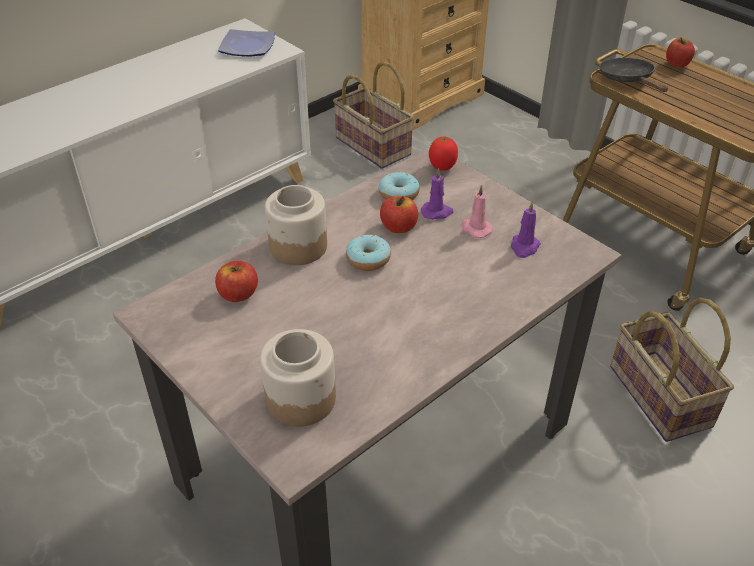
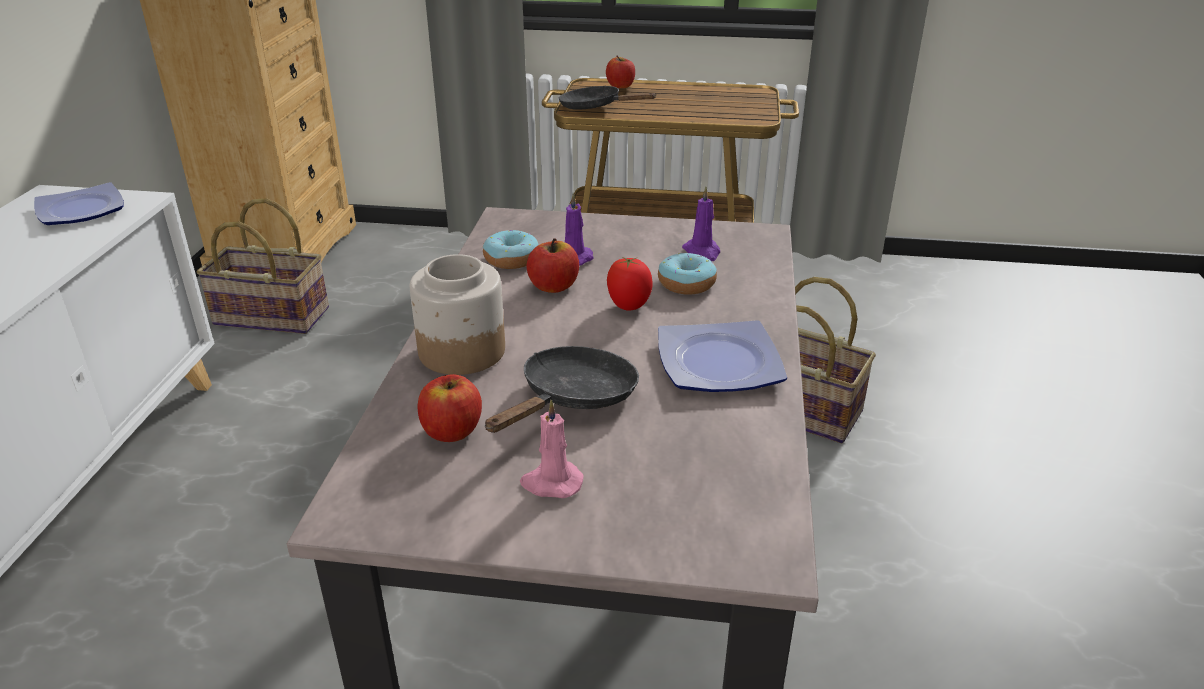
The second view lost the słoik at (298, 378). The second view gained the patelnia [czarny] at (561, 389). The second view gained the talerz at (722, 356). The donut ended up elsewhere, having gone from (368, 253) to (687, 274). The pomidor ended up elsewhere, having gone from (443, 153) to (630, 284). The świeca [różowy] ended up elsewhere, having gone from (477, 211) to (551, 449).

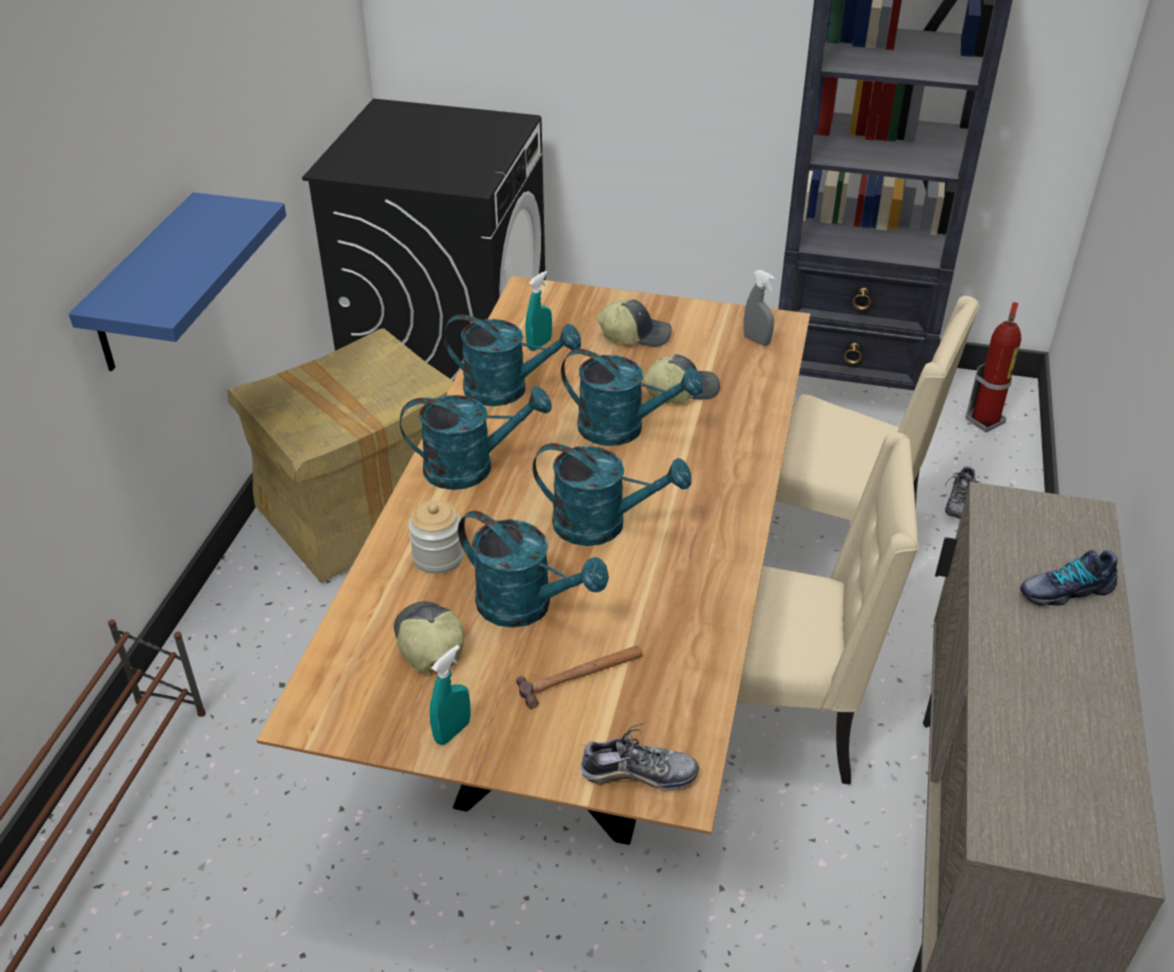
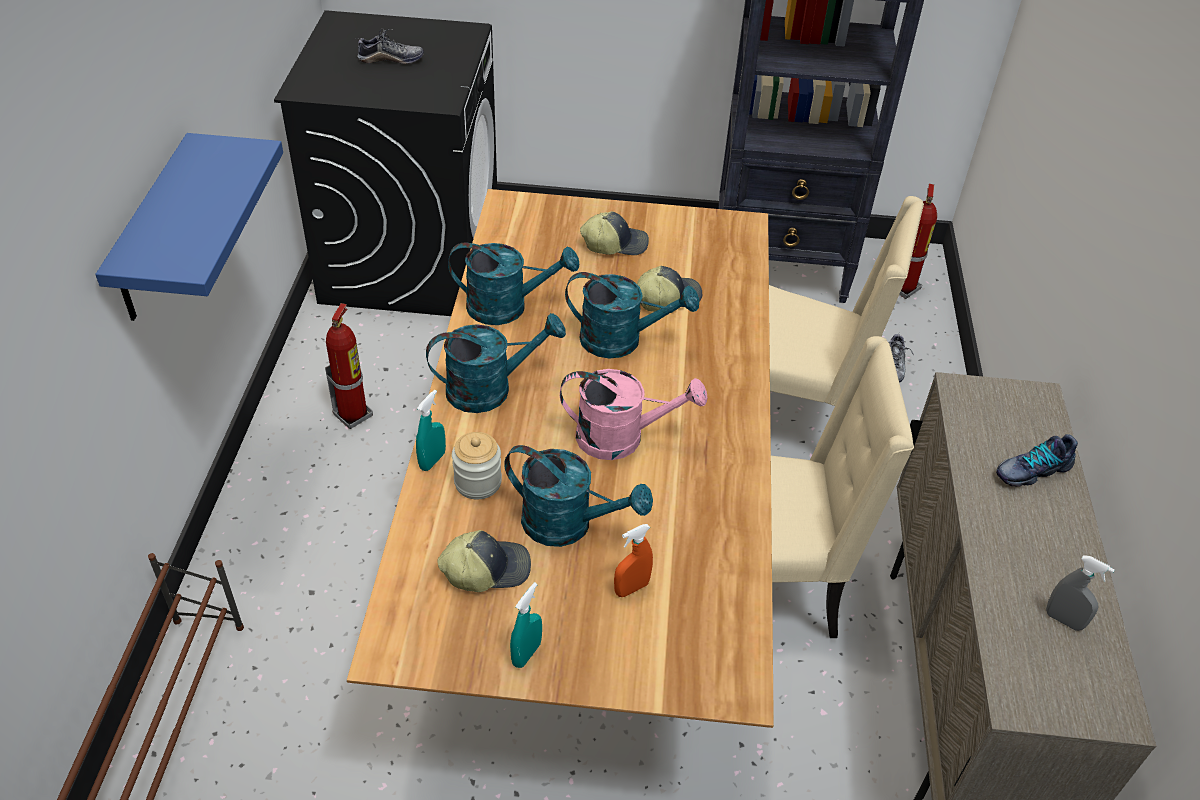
The spryskiwacz [turkusowy] ended up elsewhere, having gone from (538, 311) to (431, 430). The but ended up elsewhere, having gone from (639, 756) to (391, 46). The spryskiwacz [szary] ended up elsewhere, having gone from (759, 308) to (1080, 593). Where the karton stood at (340, 456), the gaśnica came to stand at (349, 366). Where the młotek stood at (579, 677), the spryskiwacz [pomarańczowy] came to stand at (633, 560). What was the konewka [turkusowy] at (612, 494) turned into the konewka [różowy] at (633, 414). The czapka z daszkiem at (429, 637) ended up facing another way, 105 degrees clockwise from before.

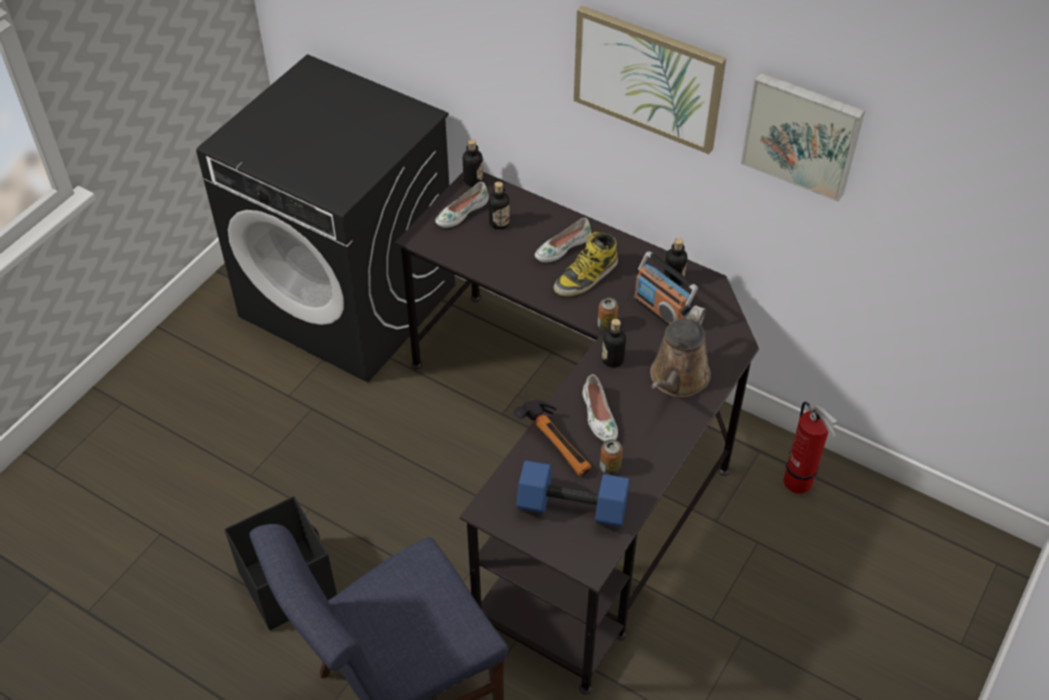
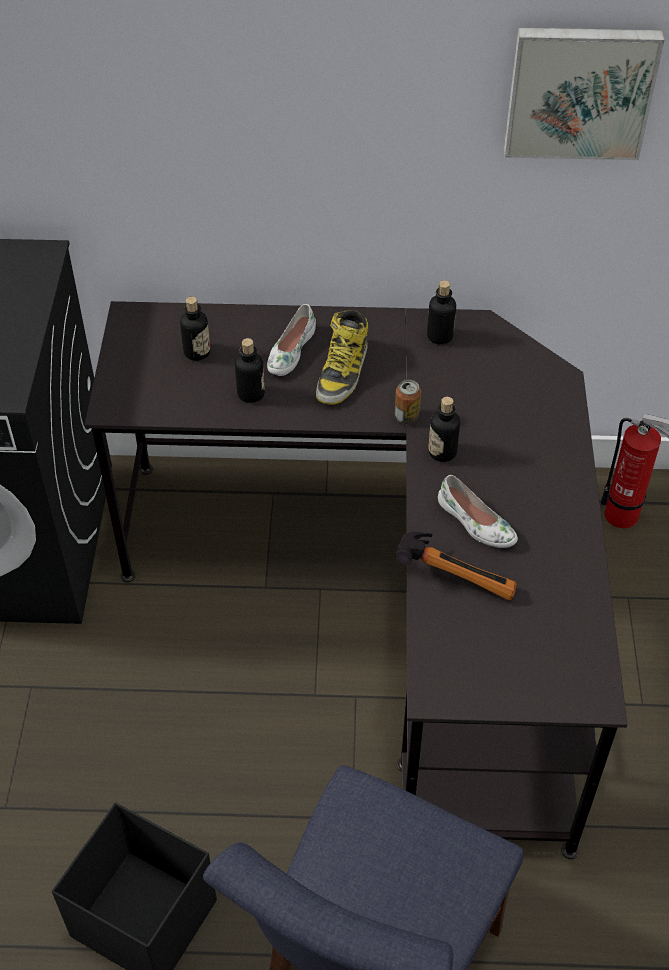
The second view lost the but [biały] at (462, 205). The second view lost the hantel [niebieski] at (573, 493). The second view lost the obraz at (650, 79). The second view lost the puszka at (611, 457). The second view lost the radio at (666, 288). The second view lost the konewka [brązowy] at (680, 351). The butelka ended up elsewhere, having gone from (473, 163) to (250, 370).

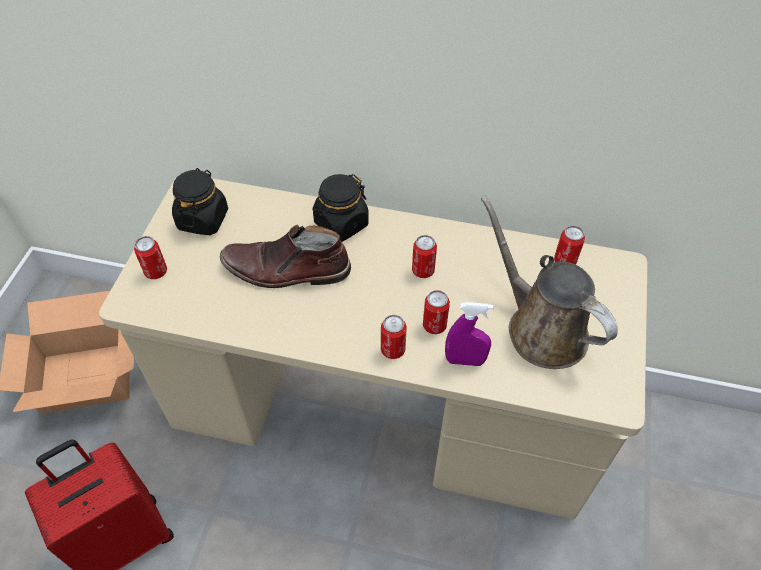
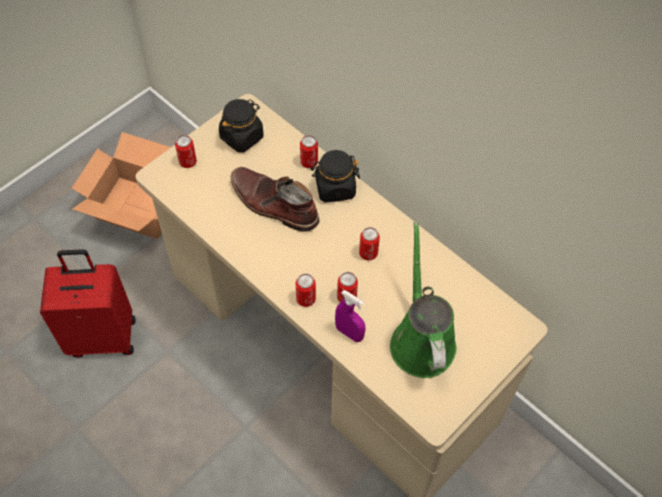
The puszka ended up elsewhere, having gone from (569, 245) to (309, 151). What was the konewka [brązowy] at (549, 282) turned into the konewka [zielony] at (423, 300).

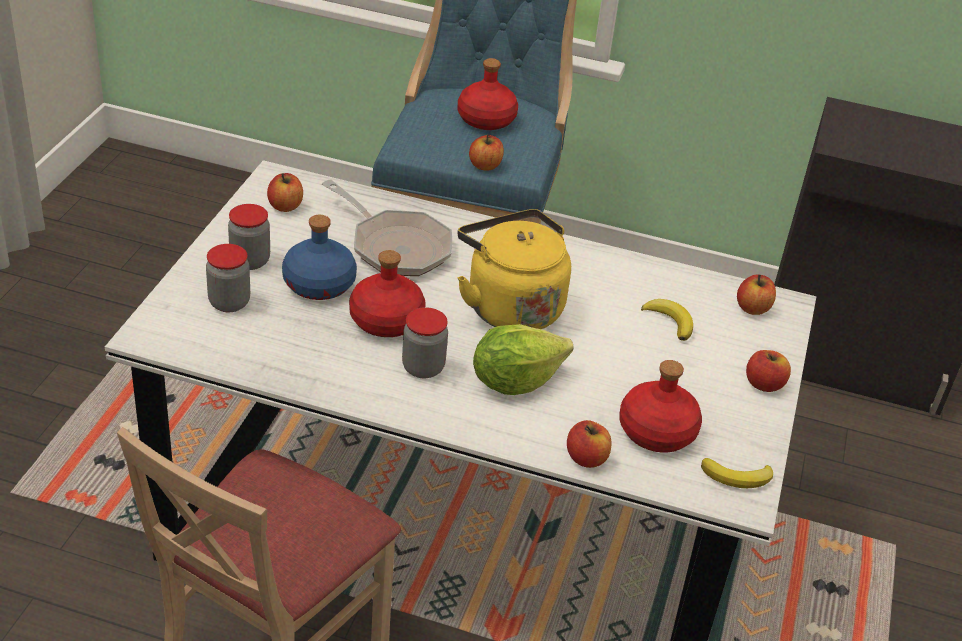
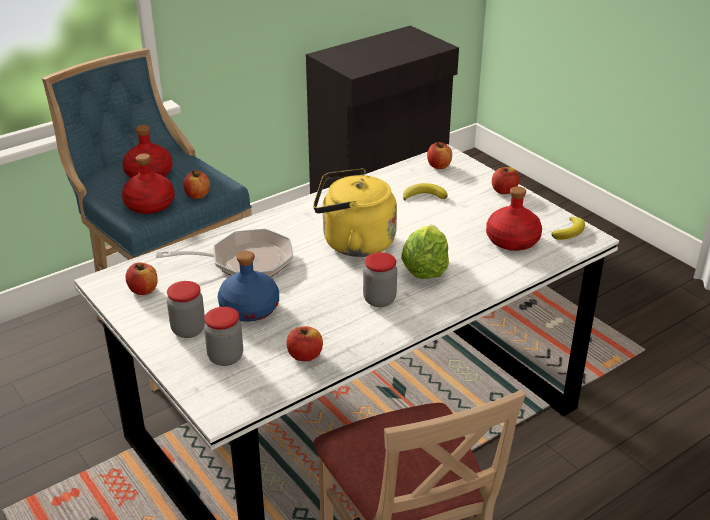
The butelka [czerwony] ended up elsewhere, having gone from (387, 293) to (148, 184). The jabłko ended up elsewhere, having gone from (589, 444) to (304, 343).

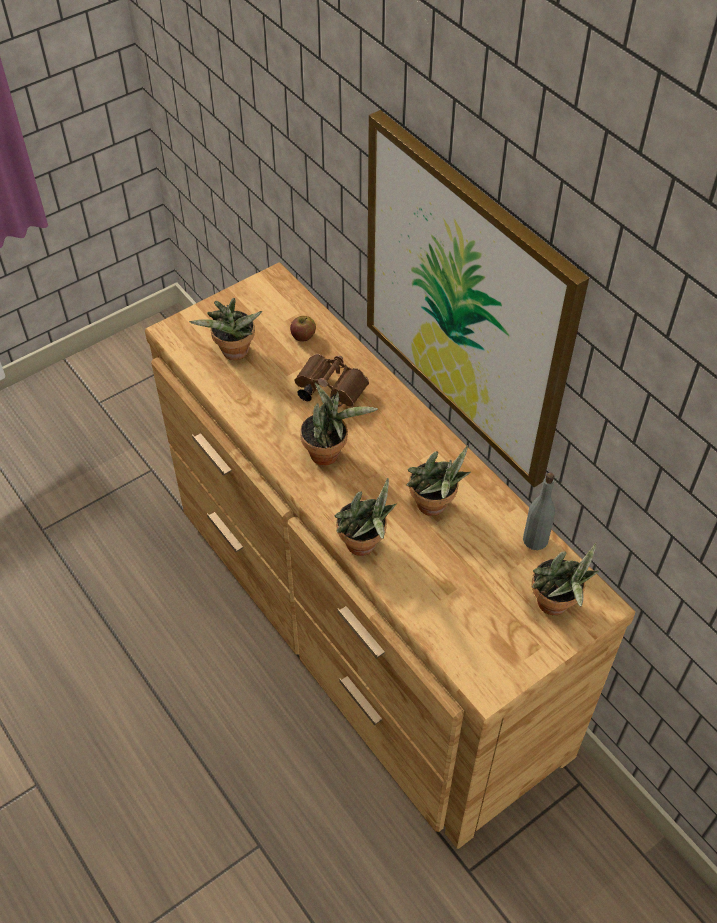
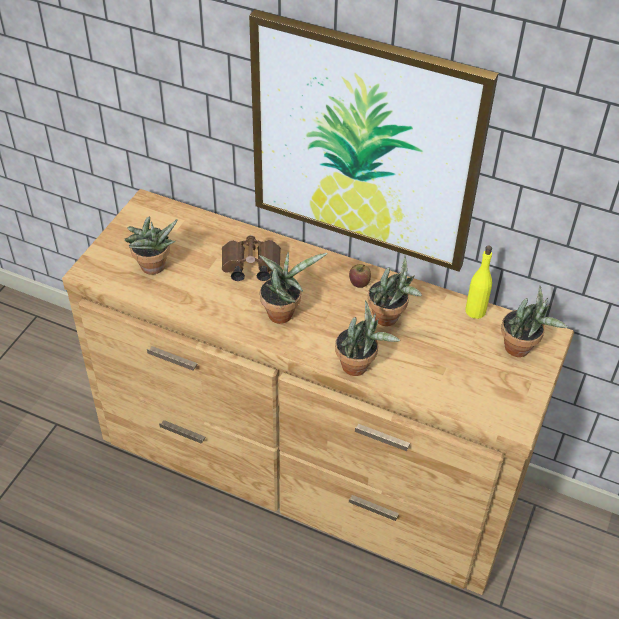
The jabłko ended up elsewhere, having gone from (303, 329) to (360, 276). What was the butelka [szary] at (539, 511) turned into the butelka [żółty] at (478, 282).

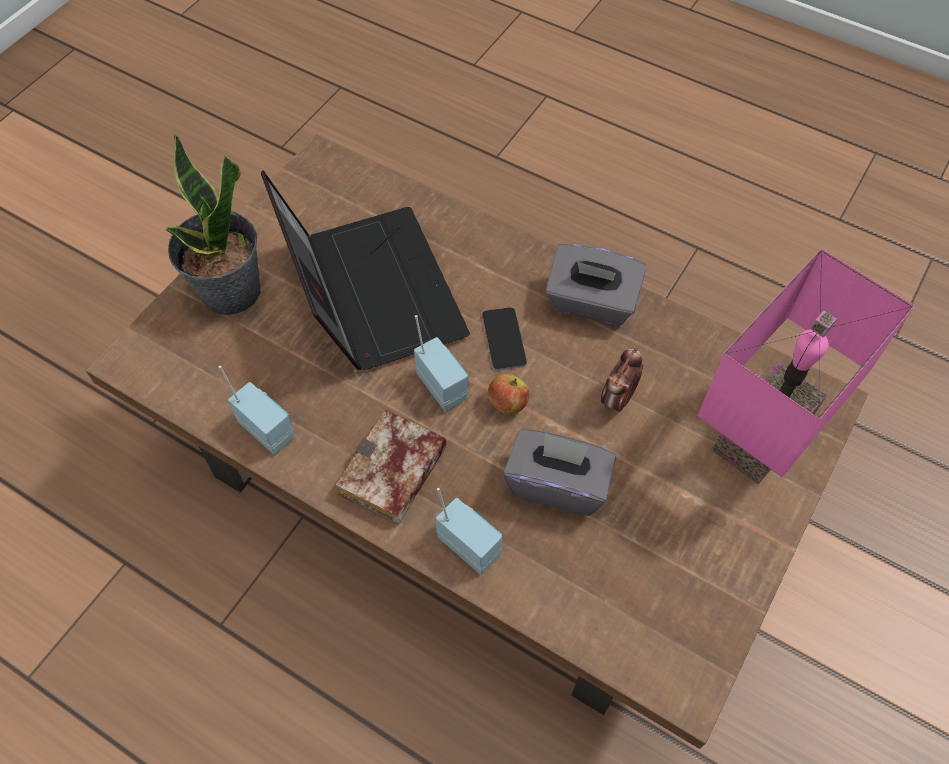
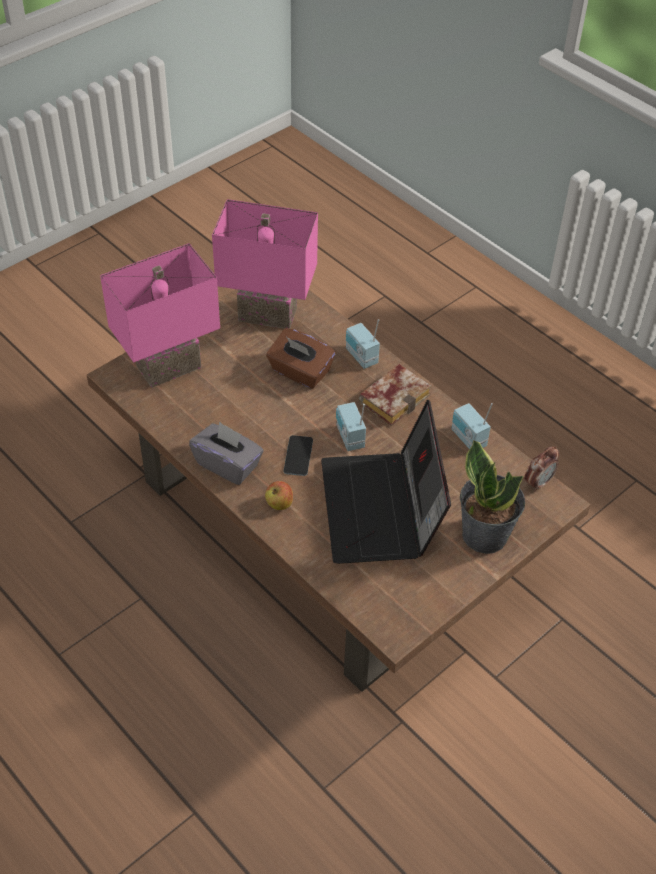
The second view gained the lampa stołowa [różowy] at (265, 264). The jabłko ended up elsewhere, having gone from (508, 394) to (279, 495). The budzik ended up elsewhere, having gone from (622, 380) to (541, 469). What was the pudełko chusteczek [szary] at (559, 472) turned into the pudełko chusteczek [brązowy] at (300, 358).

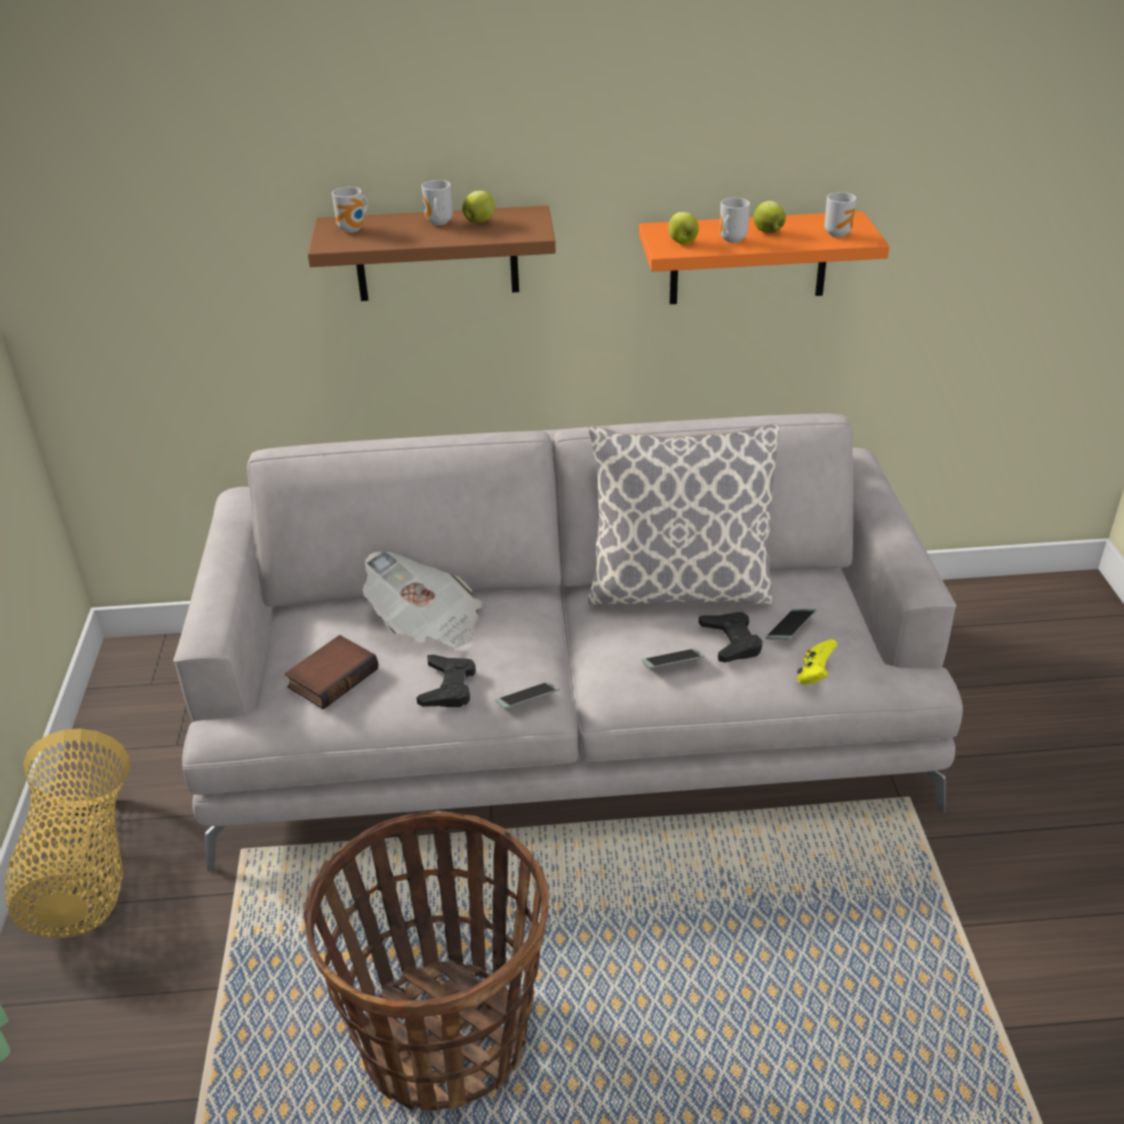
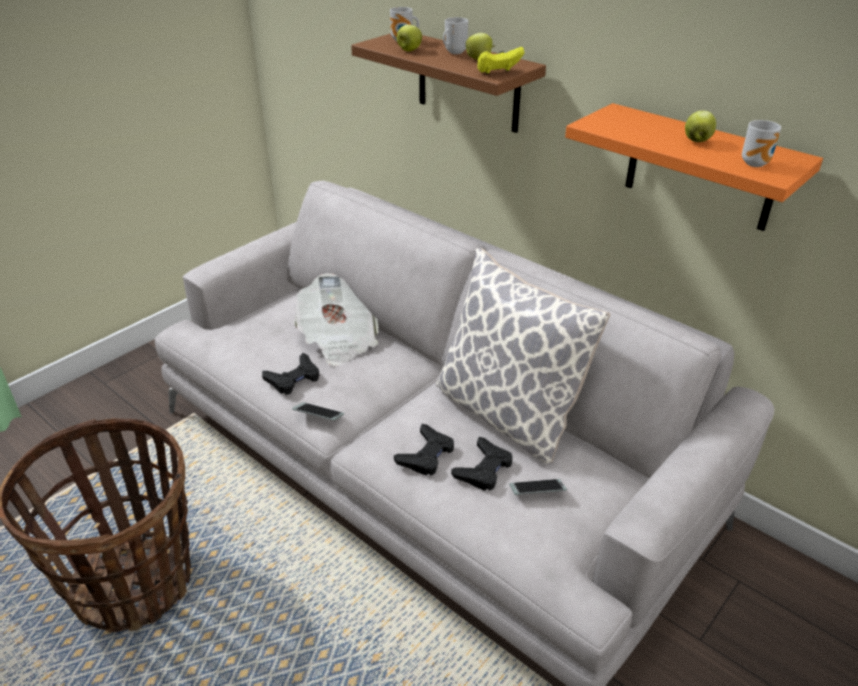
The second view lost the koszyk at (67, 834). The second view lost the książka at (331, 672). The second view lost the kubek at (735, 220). The jabłko ended up elsewhere, having gone from (683, 228) to (409, 38). The pad do gier [żółty] ended up elsewhere, having gone from (817, 662) to (500, 60). Where the telefon stood at (673, 659), the pad do gier [czarny] came to stand at (424, 449).

